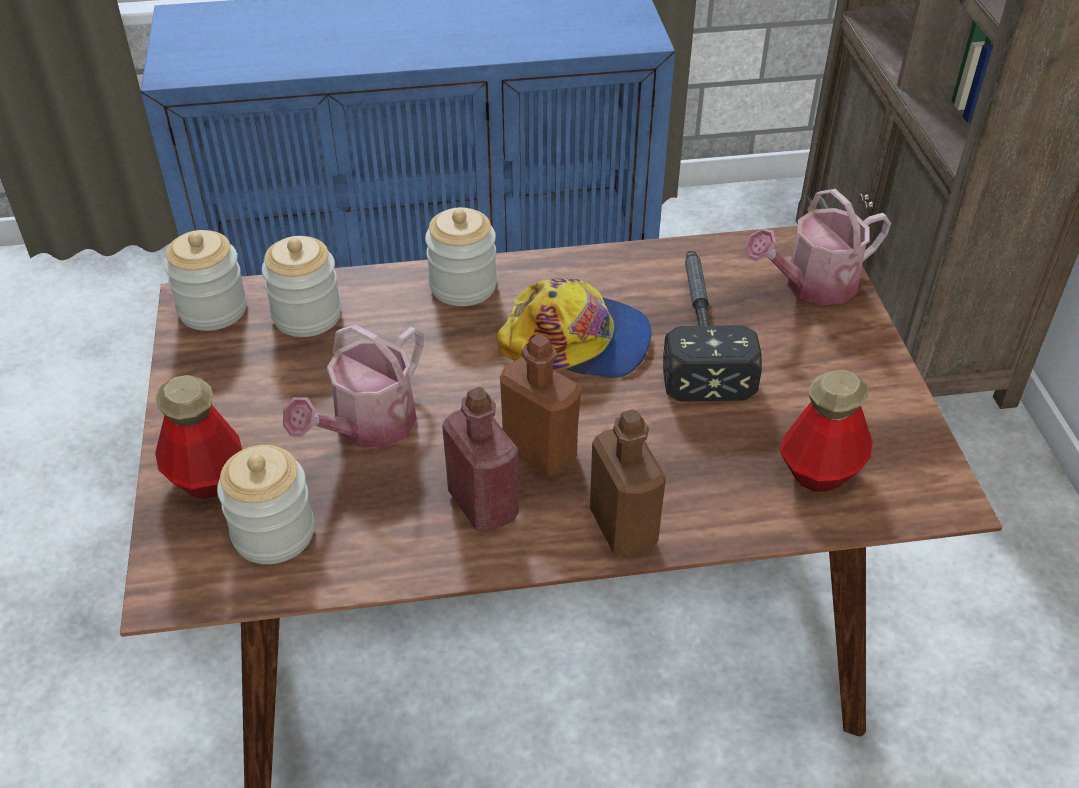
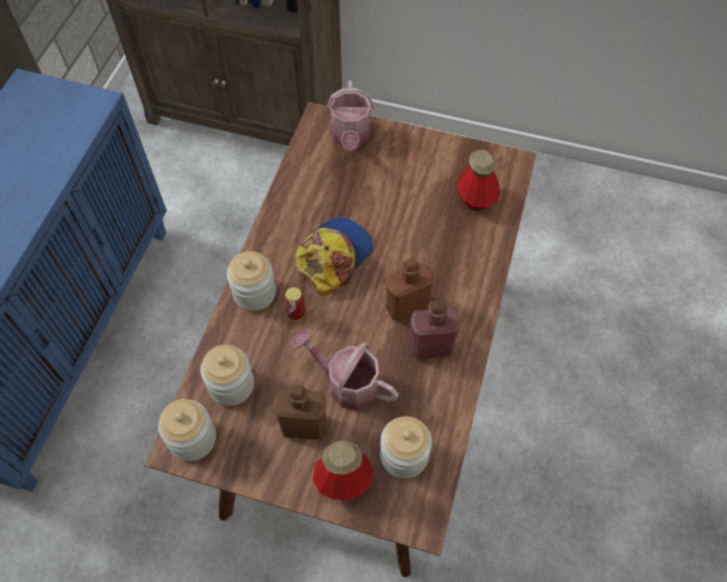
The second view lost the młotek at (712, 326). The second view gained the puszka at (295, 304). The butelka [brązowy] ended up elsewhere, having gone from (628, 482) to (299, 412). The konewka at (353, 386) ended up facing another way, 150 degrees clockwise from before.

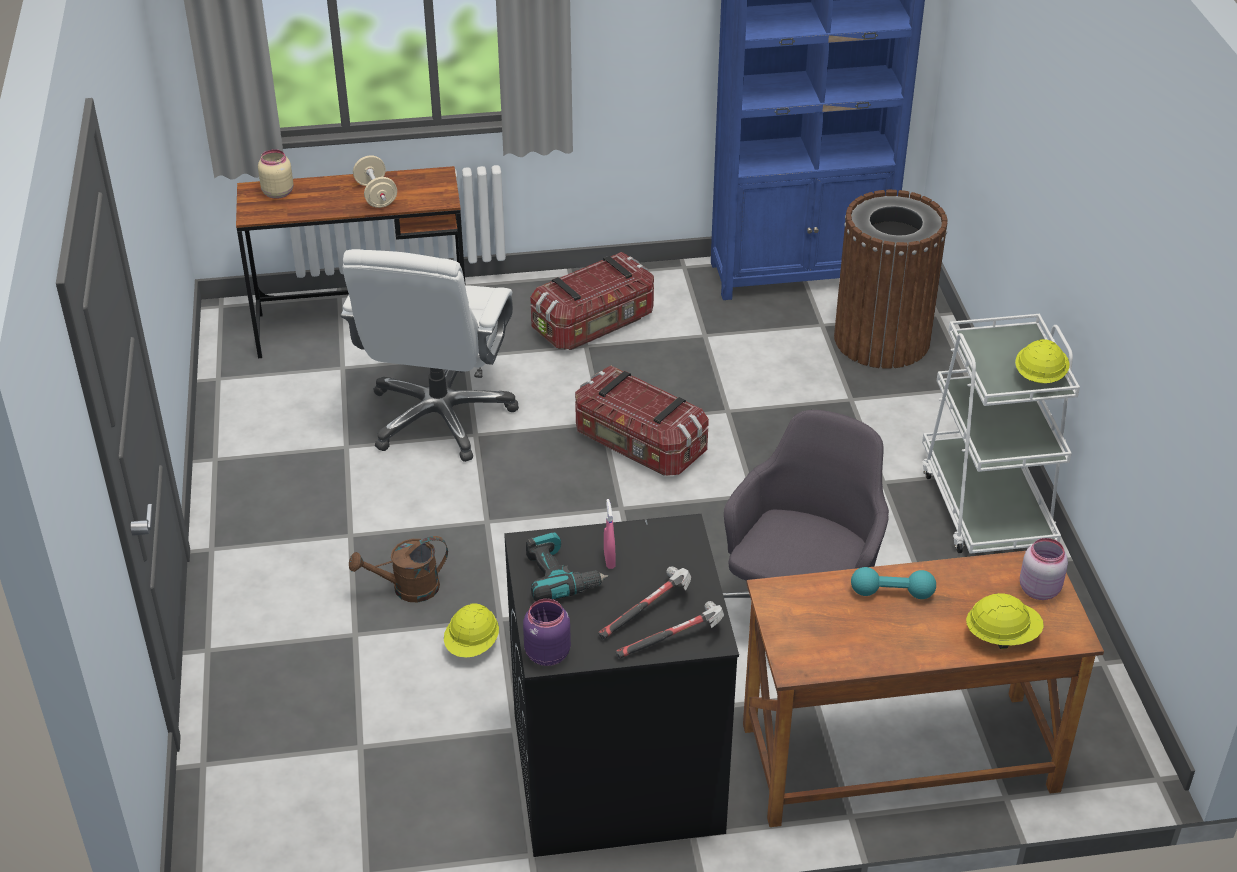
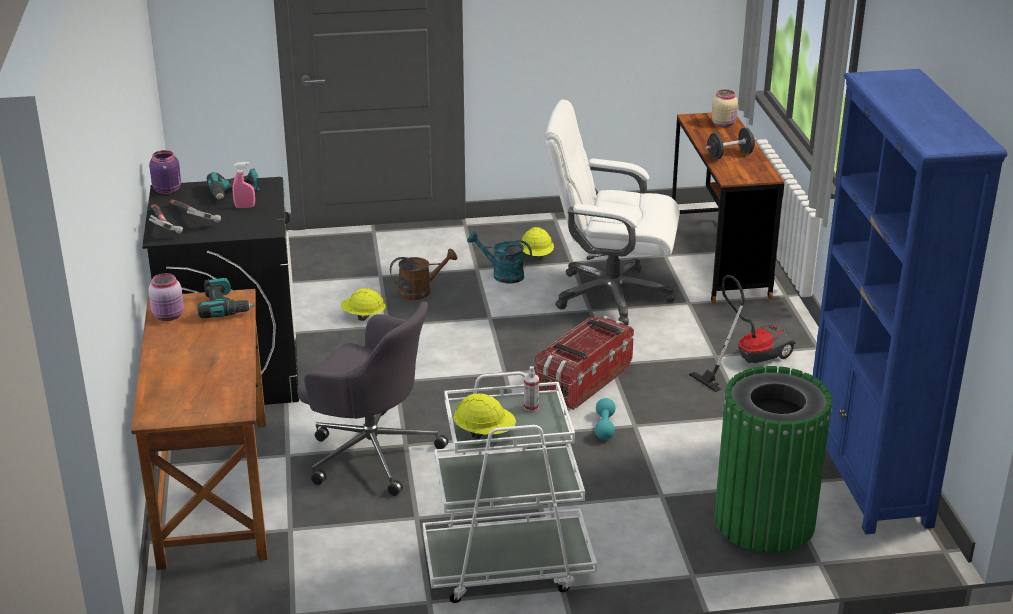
The second view gained the wiertarka at (226, 298). The second view gained the konewka [turkusowy] at (499, 257). The second view gained the spryskiwacz at (531, 388). The hantel [turkusowy] ended up elsewhere, having gone from (893, 583) to (605, 419). The kask [żółty] ended up elsewhere, having gone from (1005, 621) to (537, 241). The słoik [różowy] ended up elsewhere, having gone from (1044, 569) to (166, 297). Where the pojemnik do przechowywania stood at (592, 301), the odkurzacz came to stand at (742, 333). What was the hantel [beżowy] at (375, 181) turned into the hantel [czarny] at (731, 143). What was the kosz na śmieci [brązowy] at (891, 279) turned into the kosz na śmieci [zielony] at (773, 459). The konewka [brązowy] at (398, 569) ended up facing another way, 90 degrees clockwise from before.

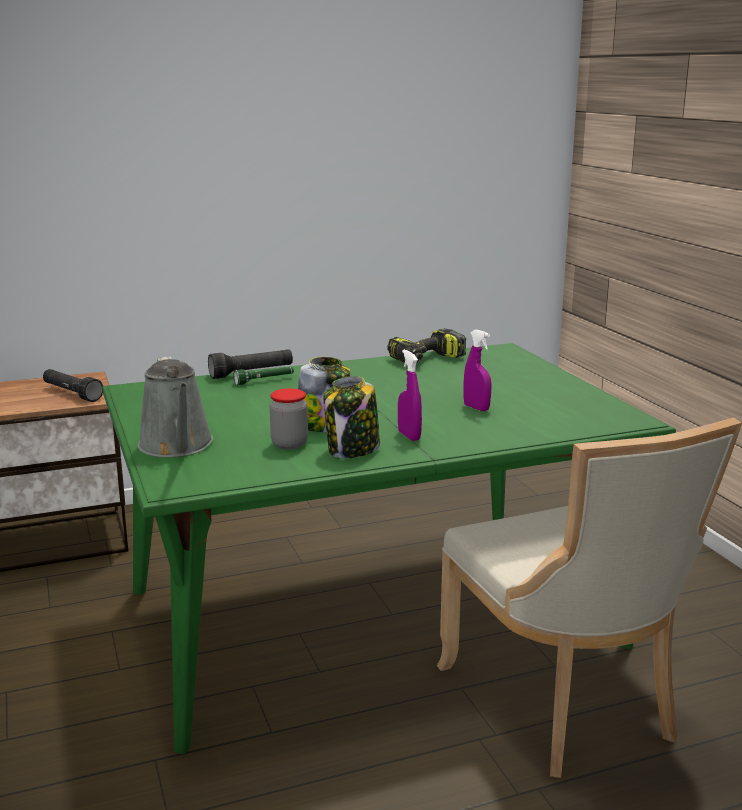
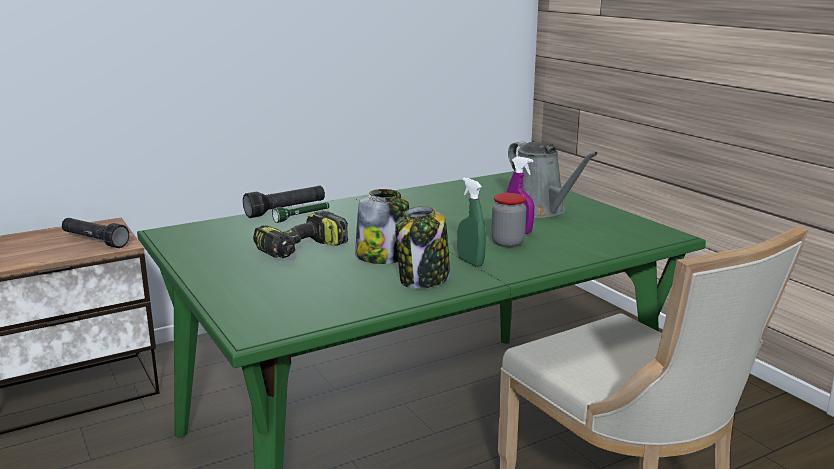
The konewka [szary] ended up elsewhere, having gone from (175, 406) to (553, 179). The słoik ended up elsewhere, having gone from (289, 418) to (508, 220). The wiertarka ended up elsewhere, having gone from (426, 345) to (300, 234). What was the spryskiwacz [fioletowy] at (410, 395) turned into the spryskiwacz [zielony] at (472, 222).

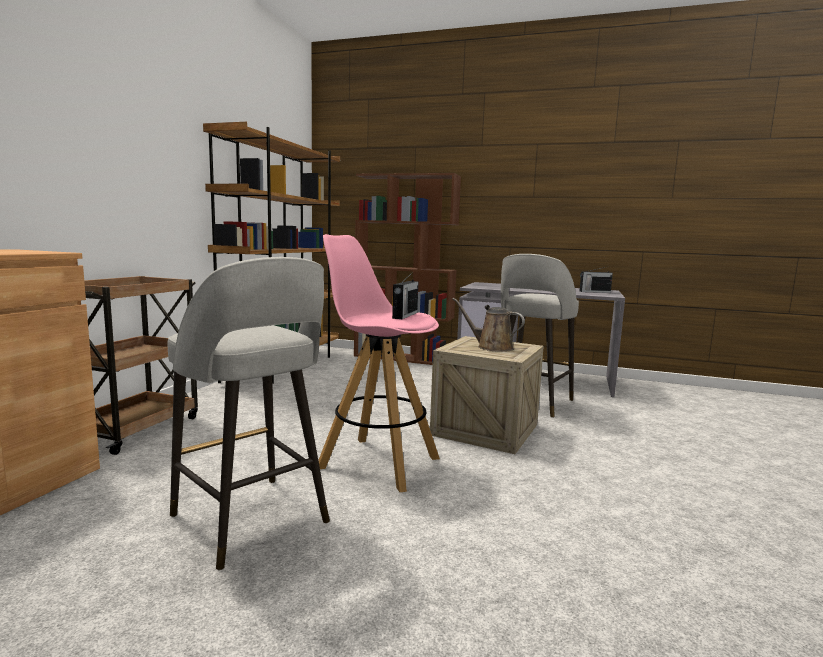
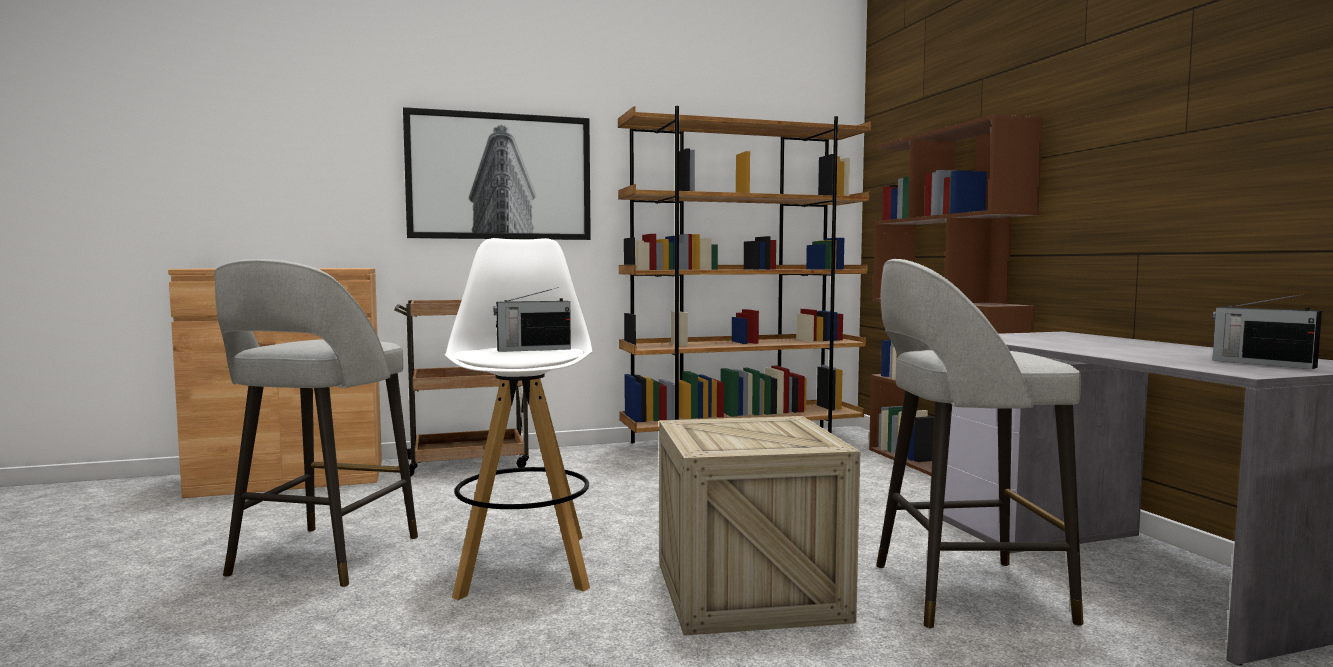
The second view lost the konewka [brązowy] at (488, 325). The second view gained the obraz at (497, 173). What was the stołek [różowy] at (379, 363) turned into the stołek [biały] at (518, 419).

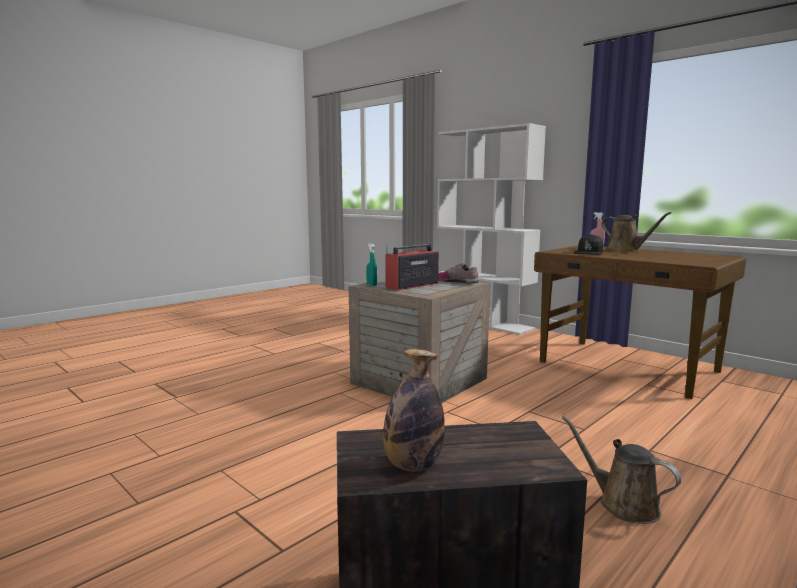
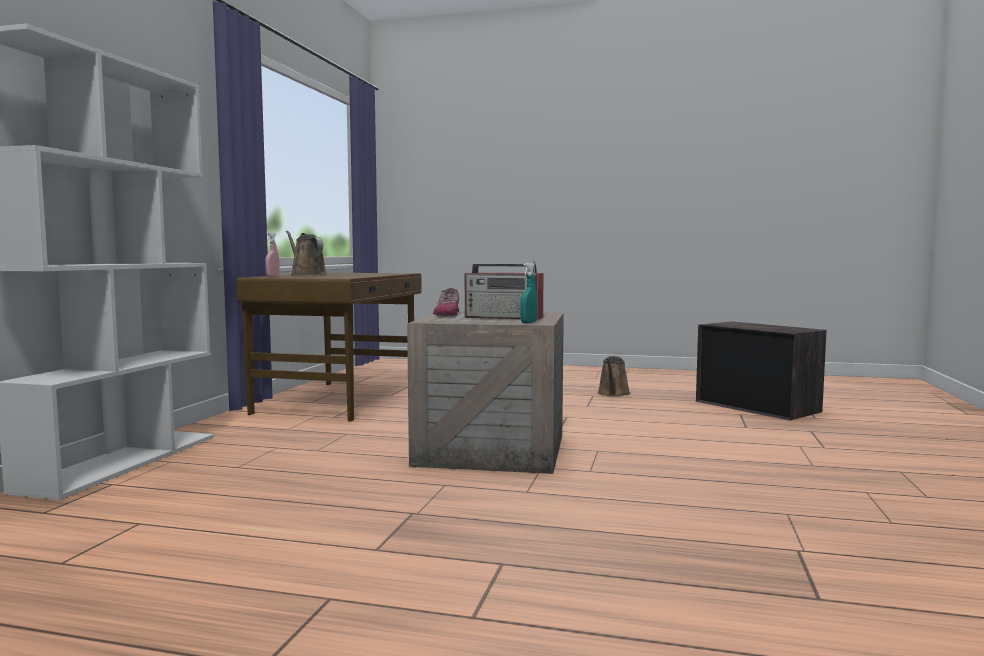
The second view lost the butelka at (414, 410). The second view lost the czapka z daszkiem [czarny] at (588, 244). The konewka [brązowy] at (636, 232) ended up facing another way, 60 degrees counterclockwise from before.

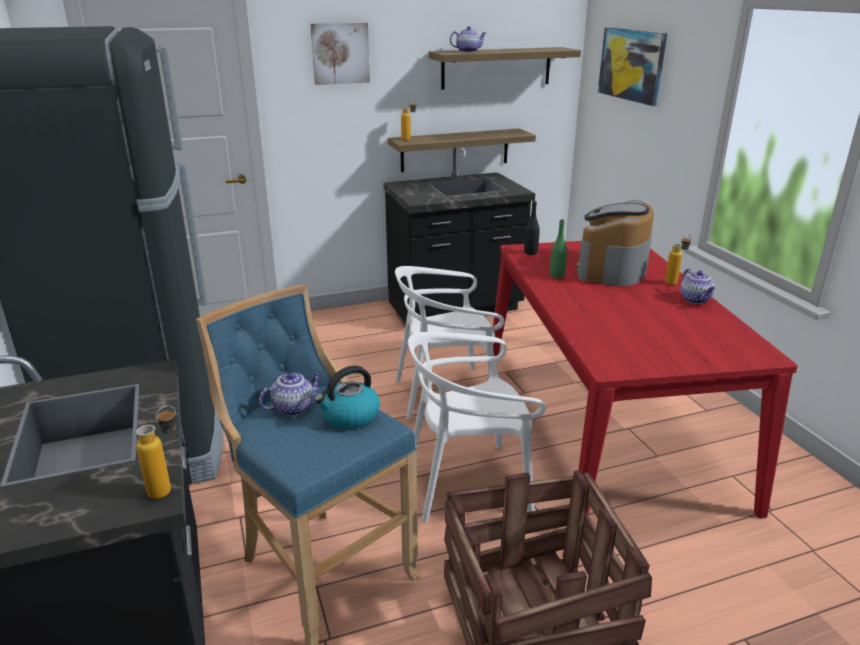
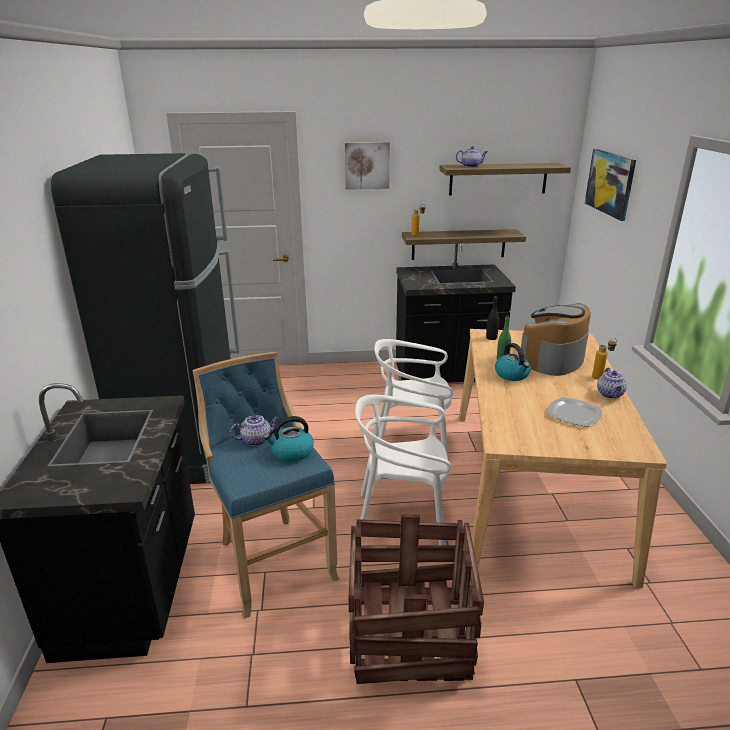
The second view lost the butelka at (156, 452). The second view gained the czajnik at (513, 362). The second view gained the talerz at (574, 412). What was the stół jadalny [czerwony] at (645, 379) turned into the stół jadalny [beżowy] at (563, 458).

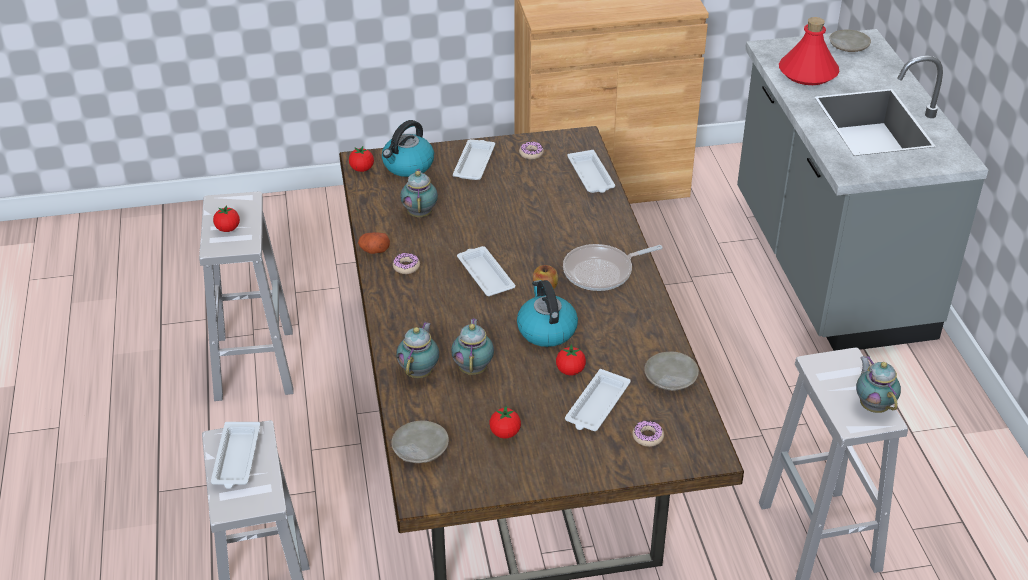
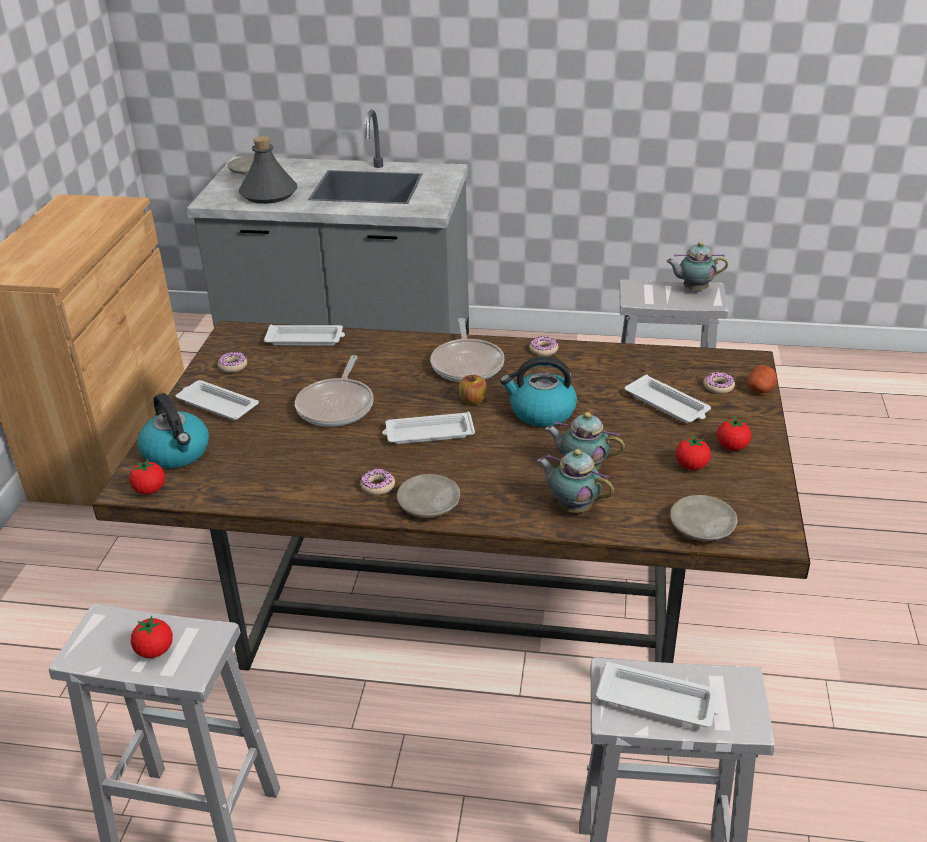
The second view lost the imbryk at (419, 193). The second view gained the patelnia at (334, 391). The second view gained the donut at (543, 346). The ziemniak ended up elsewhere, having gone from (374, 243) to (762, 379). The pomidor ended up elsewhere, having gone from (571, 359) to (734, 433). The talerz [beżowy] ended up elsewhere, having gone from (671, 371) to (428, 496). What was the butelka [czerwony] at (809, 51) turned into the butelka [szary] at (268, 170).

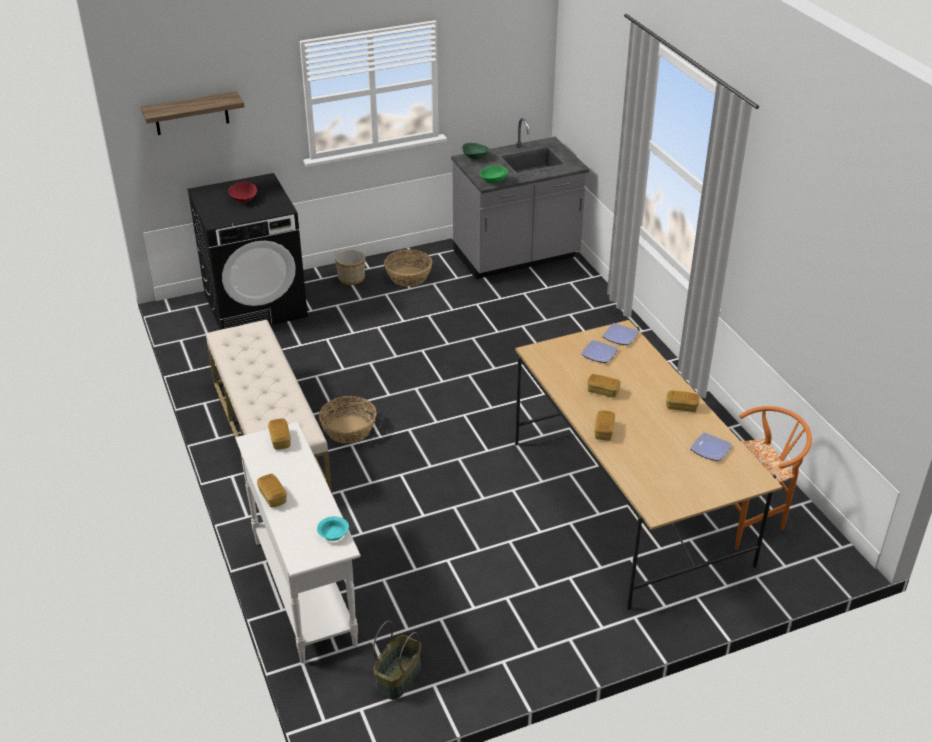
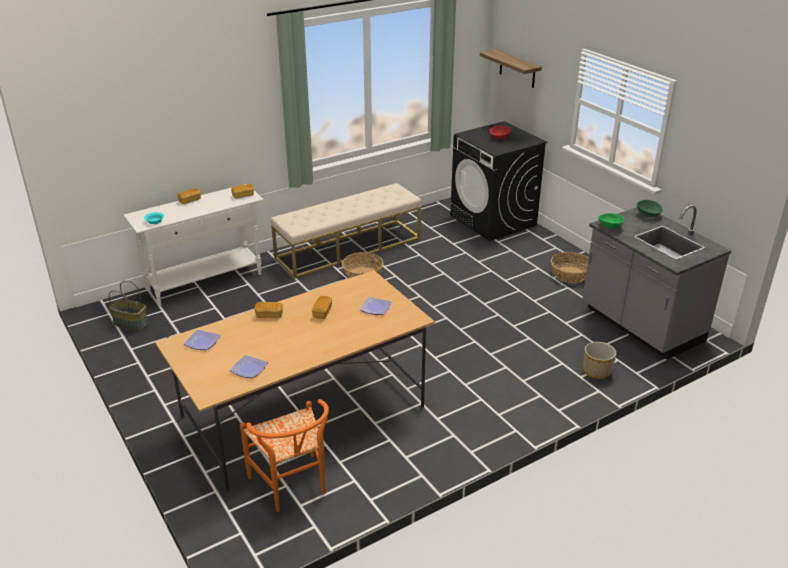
The second view lost the chleb at (683, 401). The donica ended up elsewhere, having gone from (350, 267) to (599, 360). The talerz ended up elsewhere, having gone from (620, 334) to (202, 340).

